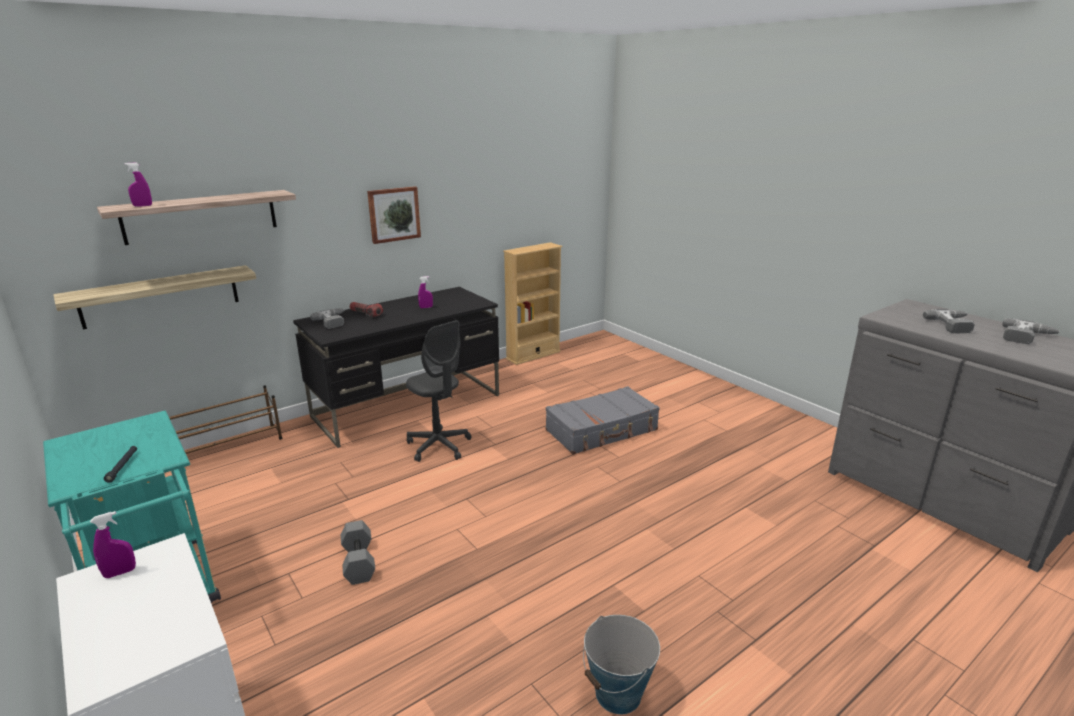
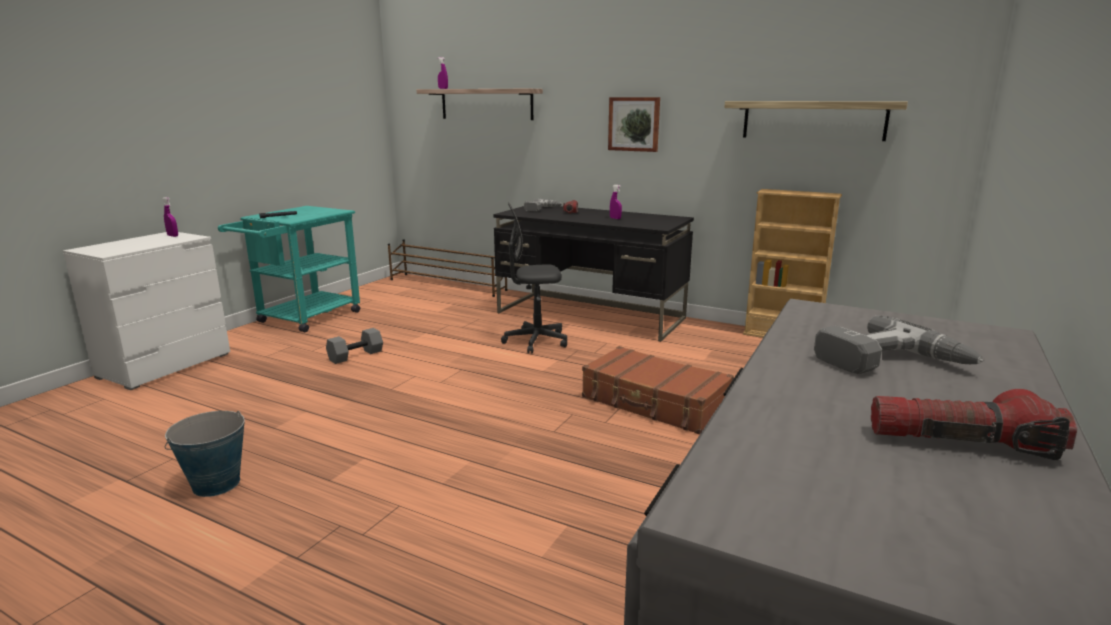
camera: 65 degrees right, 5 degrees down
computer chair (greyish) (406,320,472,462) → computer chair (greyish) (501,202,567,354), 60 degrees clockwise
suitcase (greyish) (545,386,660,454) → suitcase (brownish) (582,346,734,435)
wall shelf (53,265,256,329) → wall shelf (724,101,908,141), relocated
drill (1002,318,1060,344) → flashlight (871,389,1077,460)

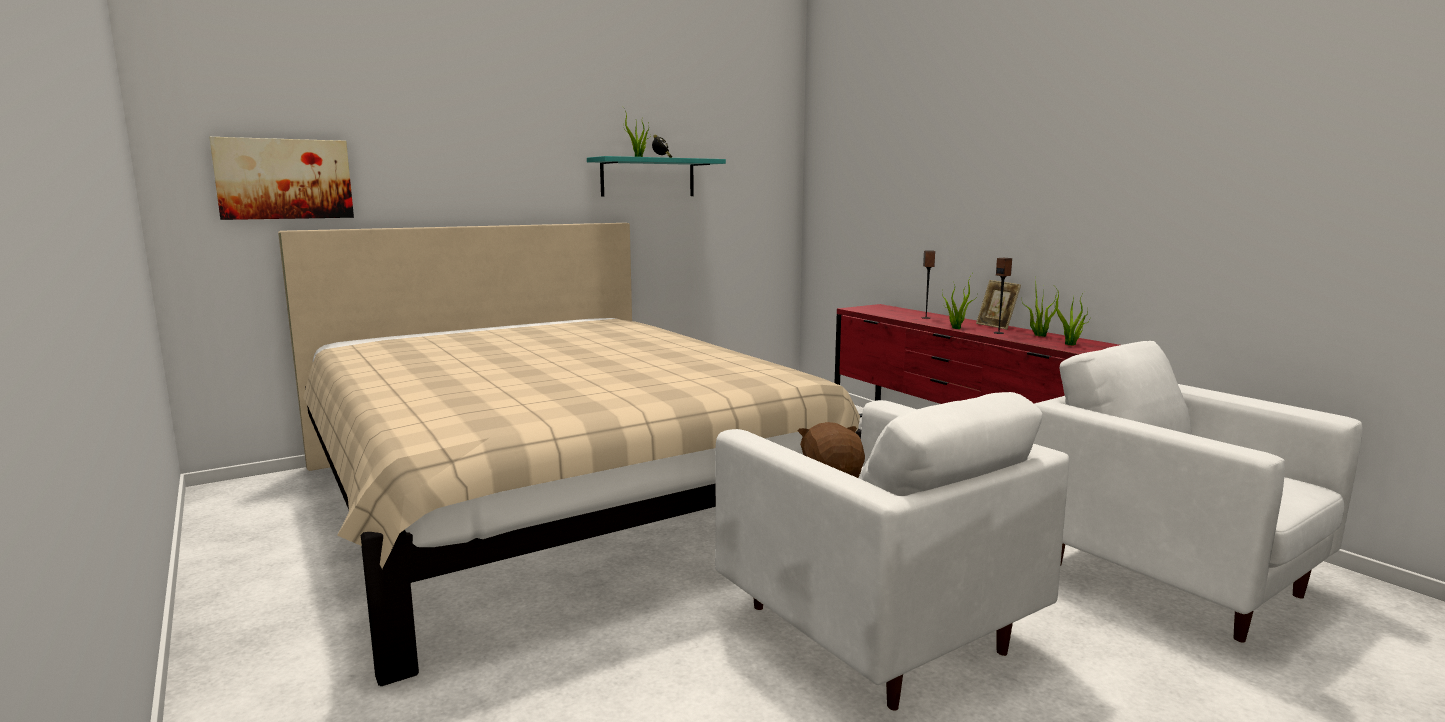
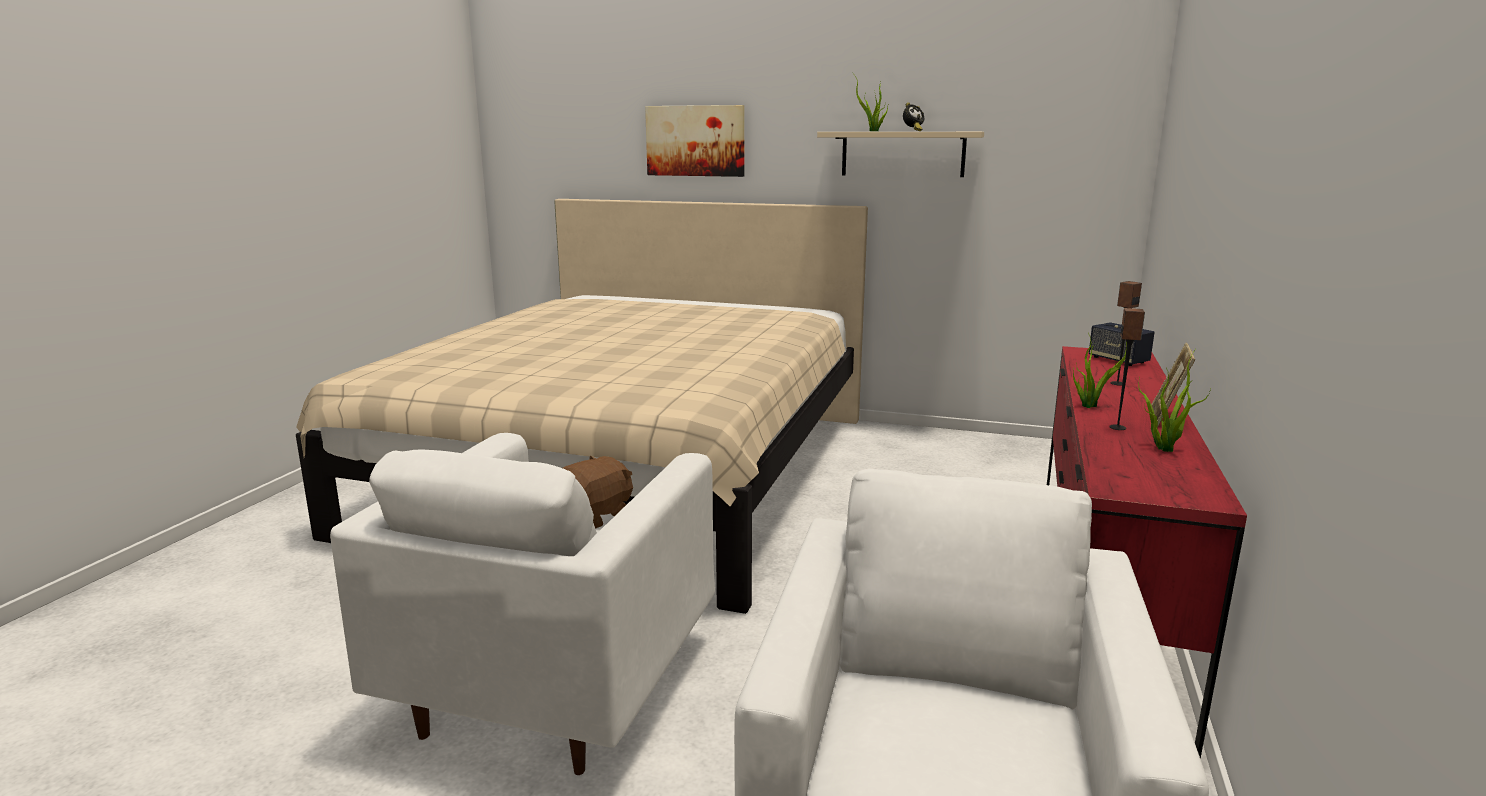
camera: 50 degrees right, 5 degrees up
wall art (209,137,354,220) → wall art (645,105,744,177), relocated
wall shelf (turquoise-coloured) (587,156,726,197) → wall shelf (sand-coloured) (817,132,984,177)
- → loudspeaker (1089,322,1155,366)
plant in a pot (1055,288,1090,345) → -

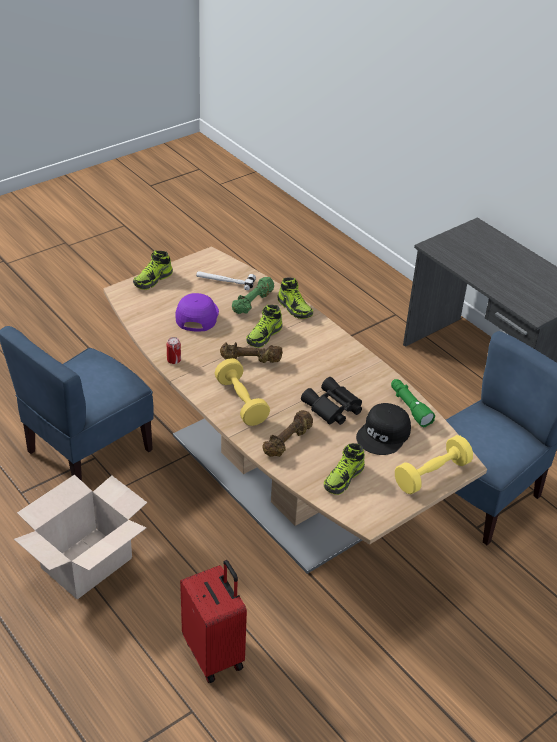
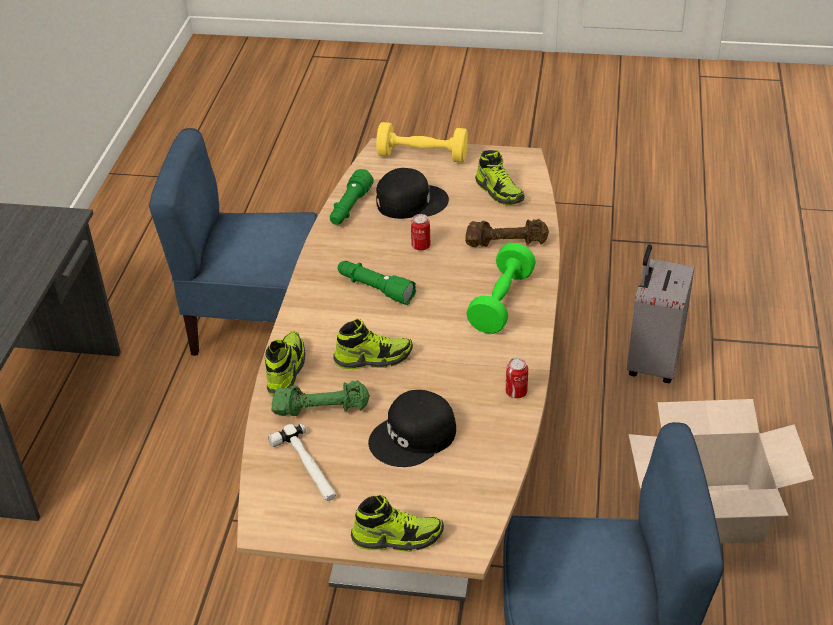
camera: 130 degrees left, 0 degrees up
- → flashlight (green-coloured) (338,261,416,305)
peaked cap (purple) (175,293,219,332) → peaked cap (black) (368,390,456,467)
field glasses (black) (301,377,362,425) → sealed can (411,214,430,251)
hand weight (yellowish) (215,358,270,426) → hand weight (green-coloured) (466,243,536,334)
item of footwear (324,443,365,495) → item of footwear (475,150,525,205), 60 degrees clockwise
suitcase (red-coloured) (180,560,247,683) → suitcase (greyish) (627,245,694,383)
hand weight (brownish) (220,342,283,363) → -

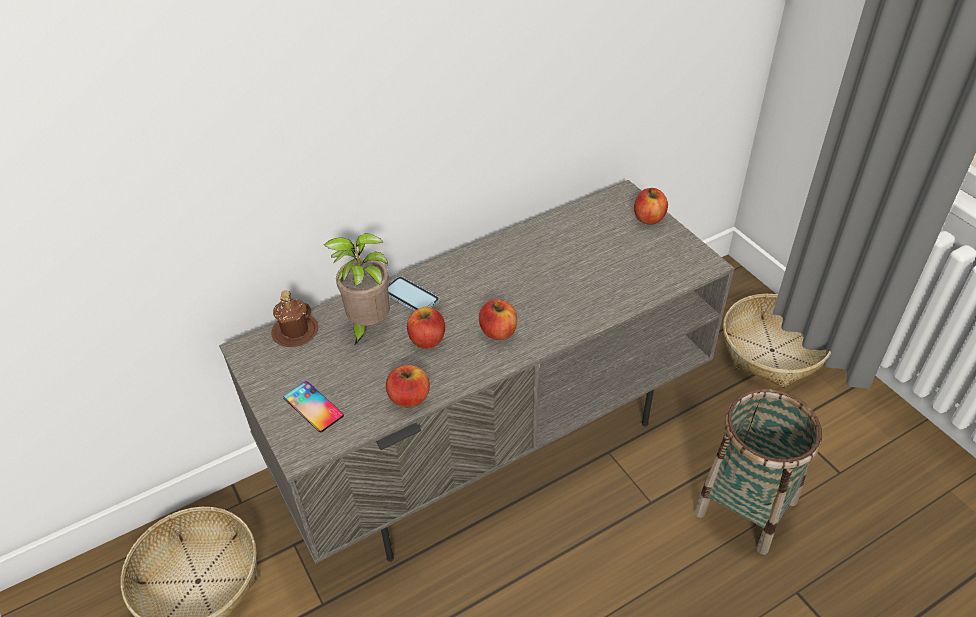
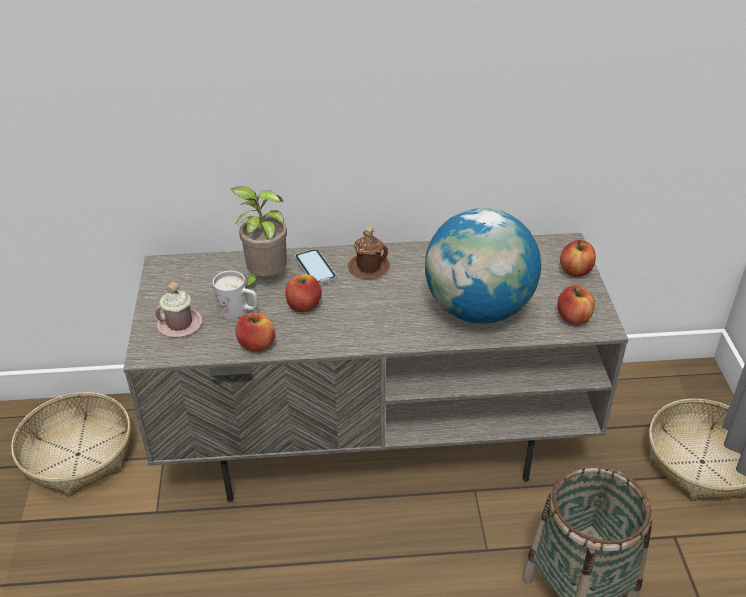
camera: 25 degrees right, 5 degrees down
handset (283,381,344,432) → coffee mug (pinkish) (155,282,202,337)
- → coffee mug (white-coloured) (213,271,258,319)
coffee mug (brownish) (271,290,318,347) → coffee mug (brownish) (348,226,390,279), relocated
- → desk globe (425,208,541,324)
apple fruit (479,299,517,340) → apple fruit (558,285,595,325), relocated

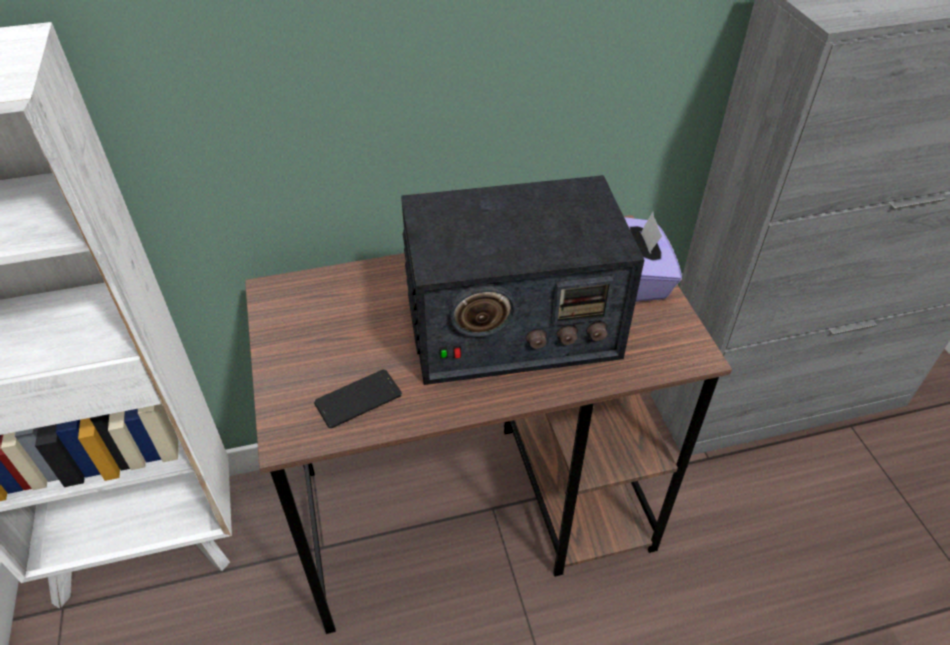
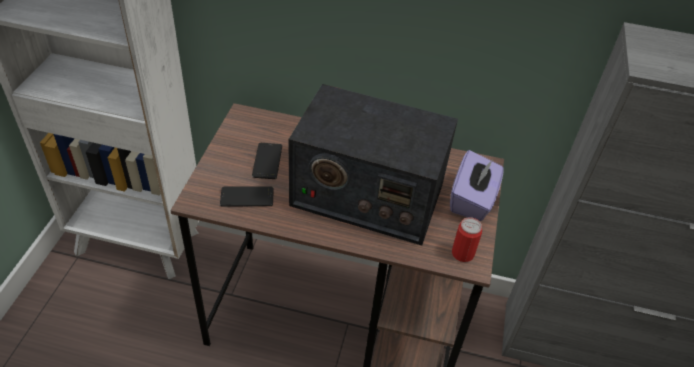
camera: 25 degrees right, 0 degrees up
- → handset (252,143,282,179)
- → sealed can (452,217,482,262)

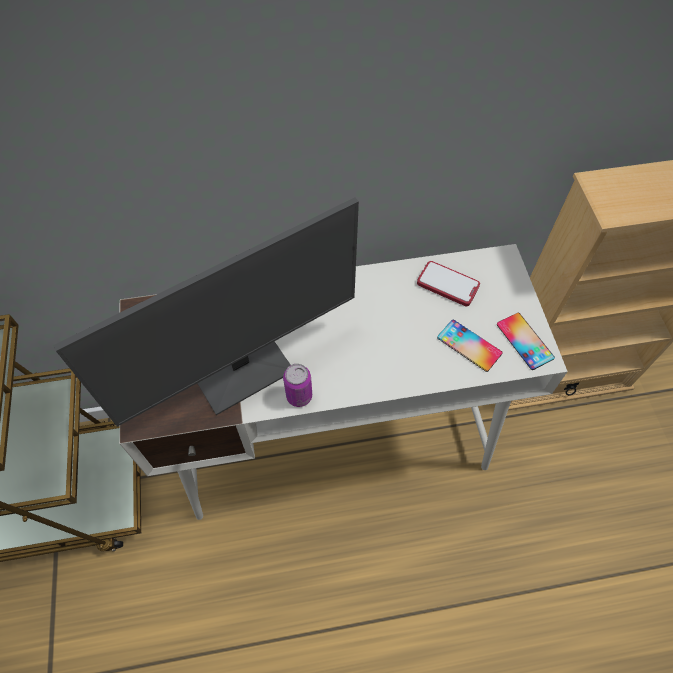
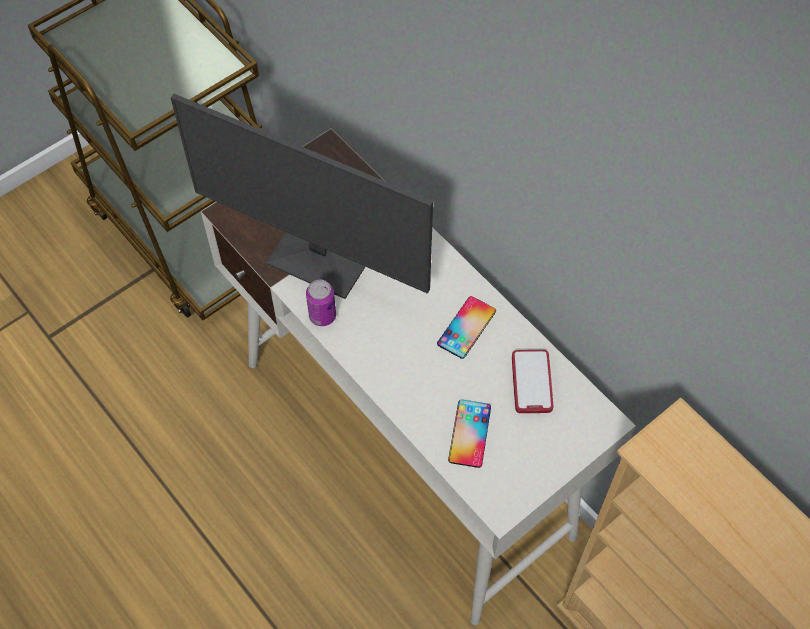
camera: 60 degrees right, 0 degrees up
handset (497,313,555,370) → handset (437,296,496,359), relocated

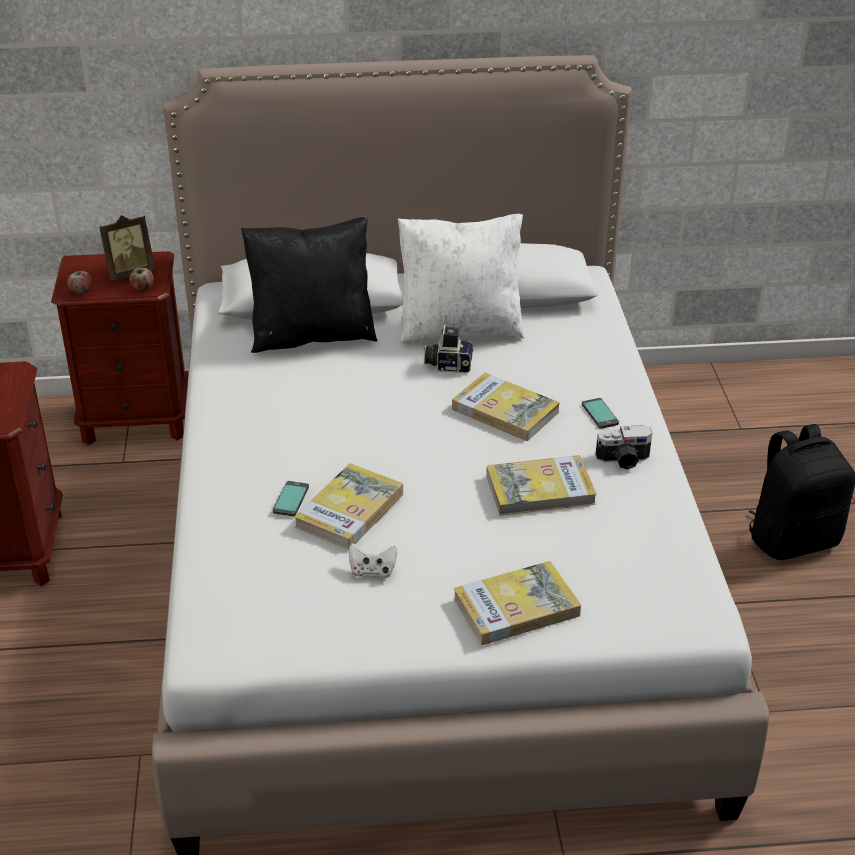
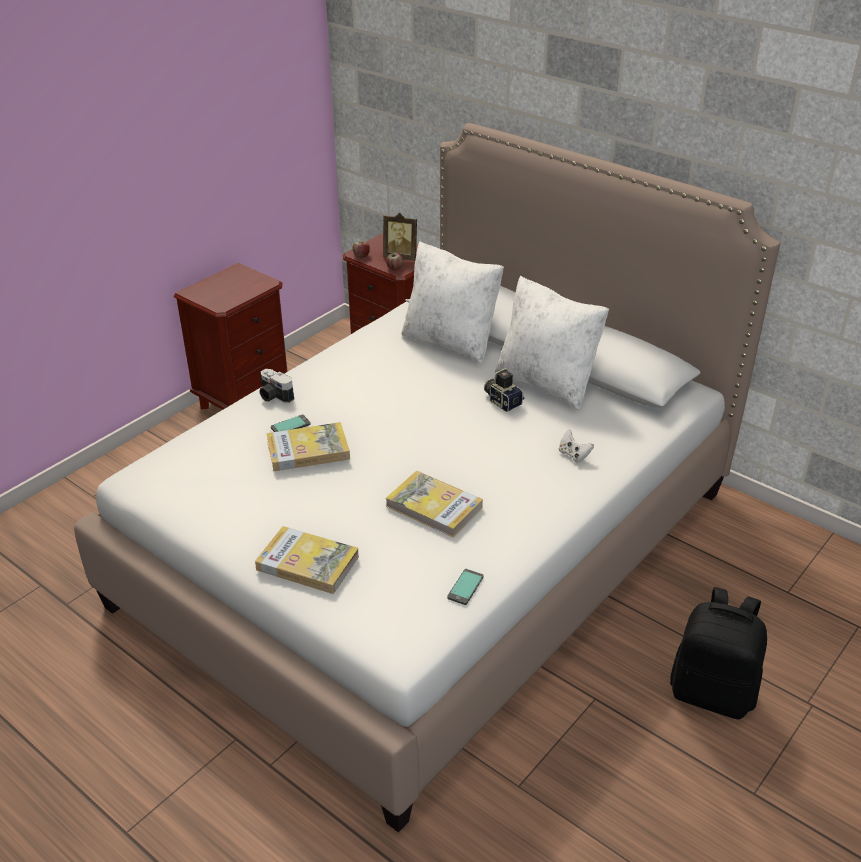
camera: 45 degrees right, 0 degrees up
photo camera (596,425,652,469) → photo camera (259,369,294,403), relocated
pillow (black) (241,217,378,353) → pillow (white-coloured) (401,241,504,364)
handset (582,398,619,429) → handset (447,569,484,605), relocated
joypad (white-coloured) (349,543,397,578) → joypad (white-coloured) (559,430,594,463), relocated
bound book (452,373,560,441) → -

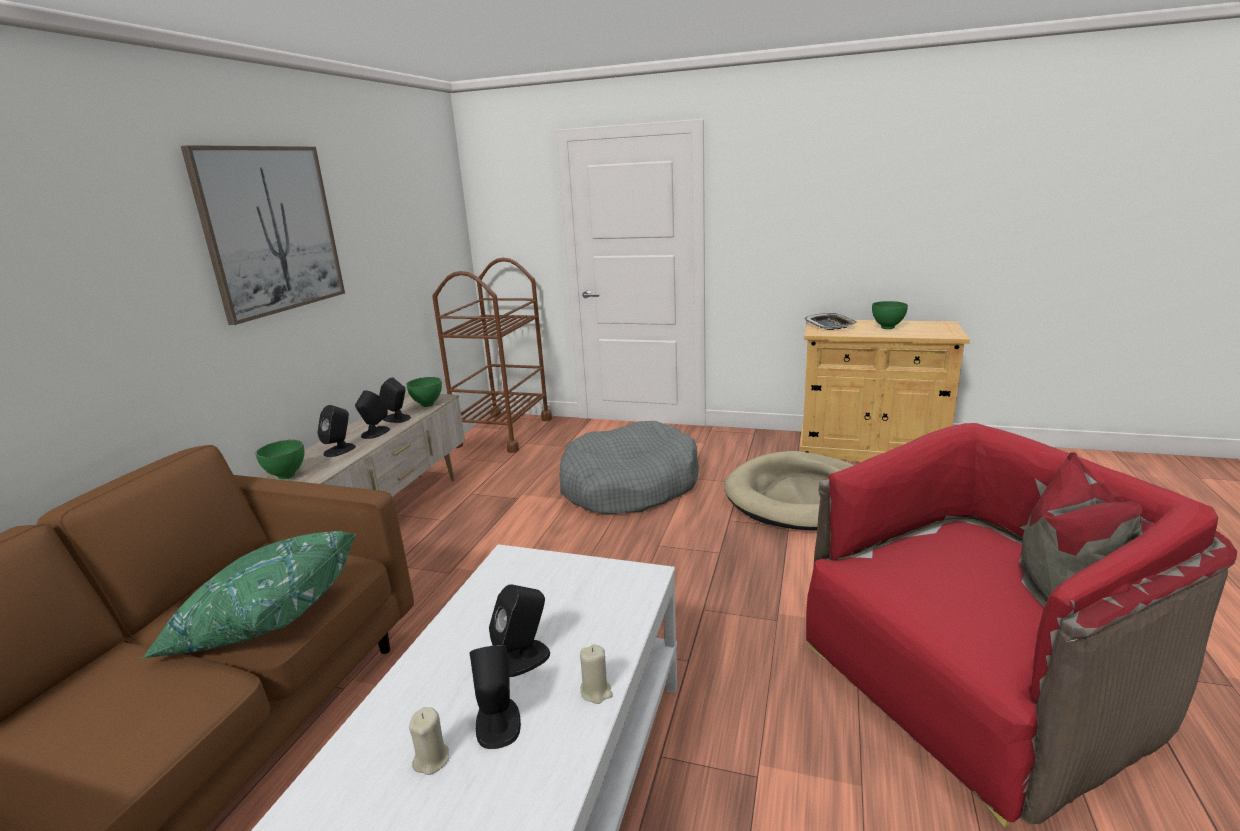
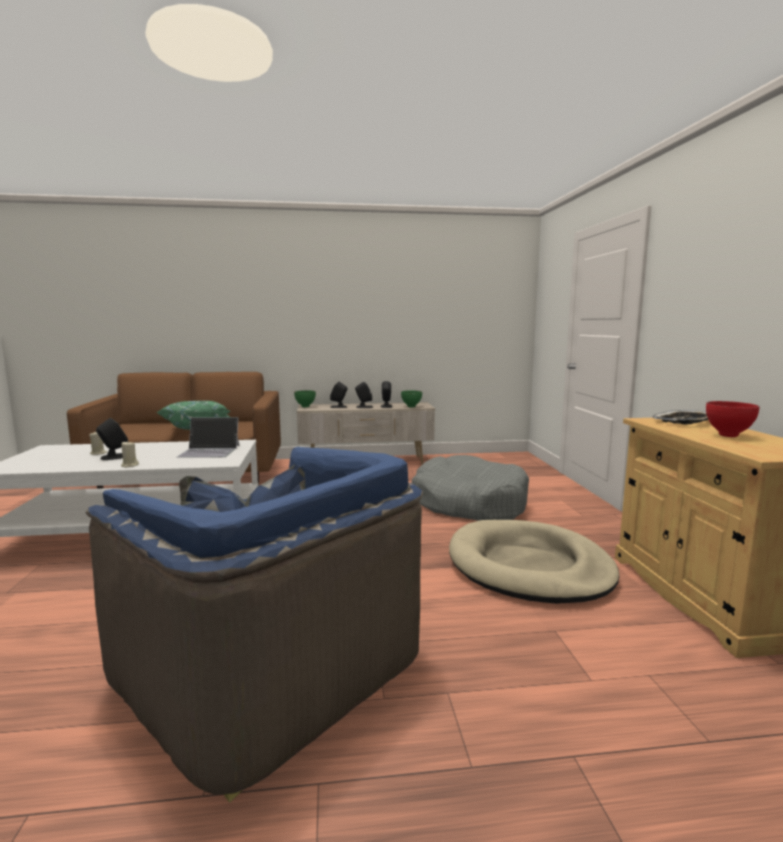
camera: 65 degrees right, 10 degrees down
armchair (red-coloured) (806,423,1237,827) → armchair (bluish) (85,447,423,803)
- → portable computer (177,417,239,458)
serving bowl (green-coloured) (872,301,908,329) → serving bowl (red-coloured) (706,401,760,437)
wall art (181,145,345,325) → -
trolley (brownish) (432,258,552,453) → -
loudspeaker (black) (489,584,550,677) → -

